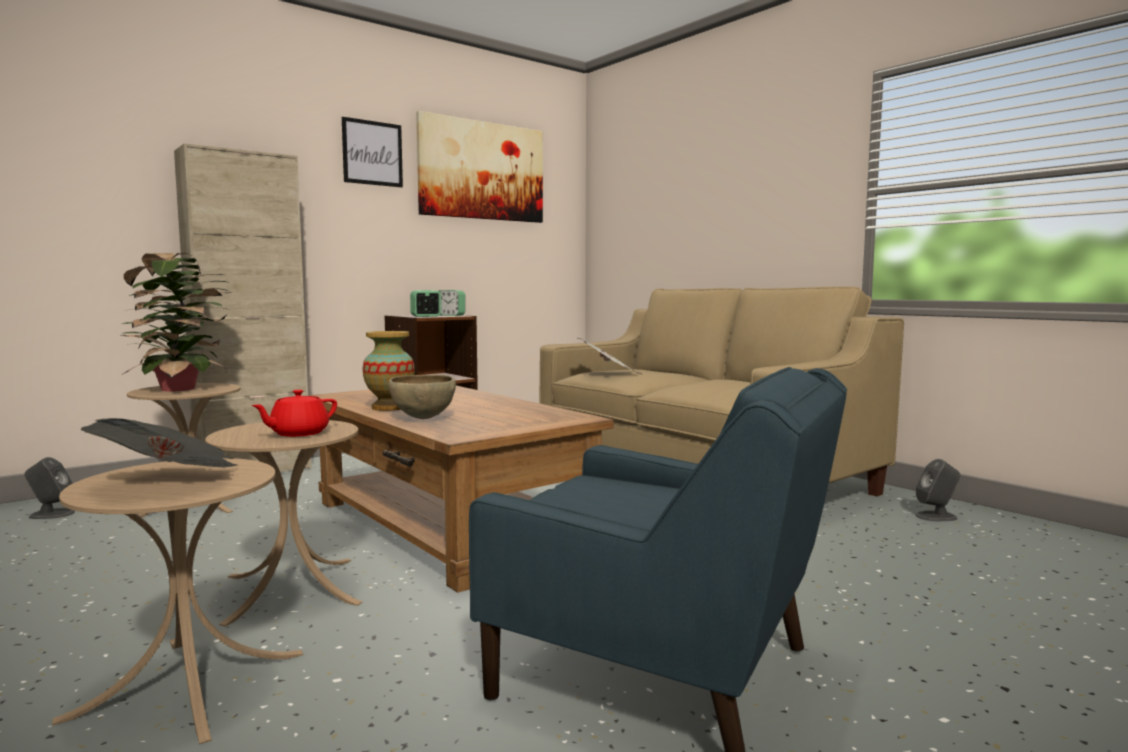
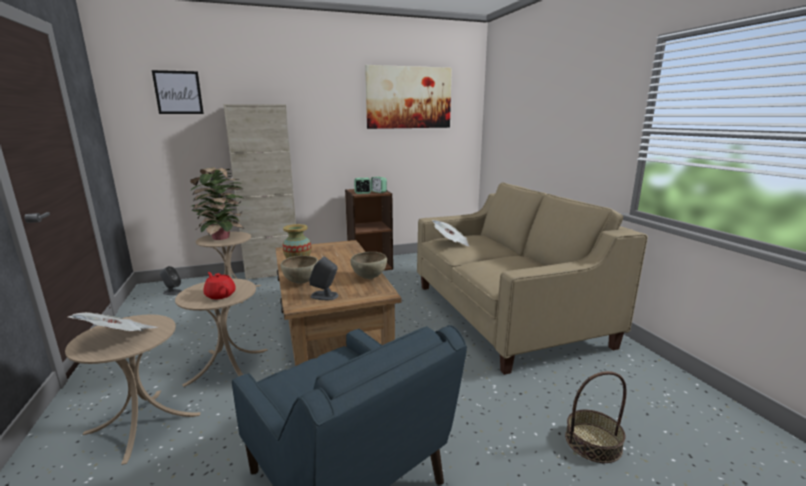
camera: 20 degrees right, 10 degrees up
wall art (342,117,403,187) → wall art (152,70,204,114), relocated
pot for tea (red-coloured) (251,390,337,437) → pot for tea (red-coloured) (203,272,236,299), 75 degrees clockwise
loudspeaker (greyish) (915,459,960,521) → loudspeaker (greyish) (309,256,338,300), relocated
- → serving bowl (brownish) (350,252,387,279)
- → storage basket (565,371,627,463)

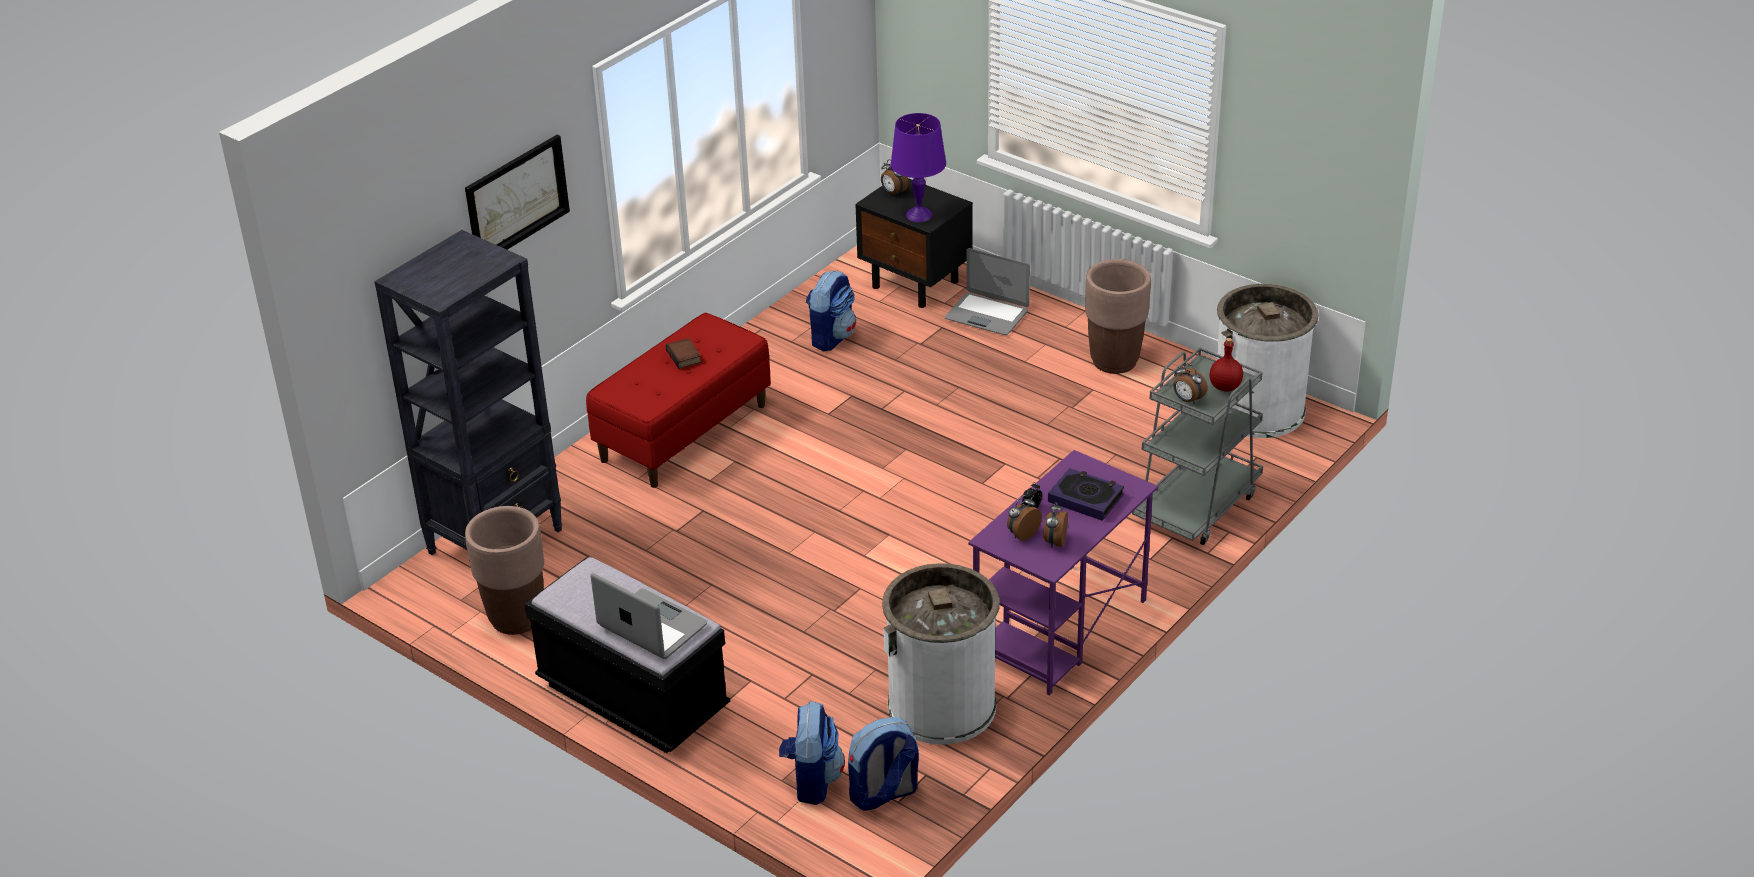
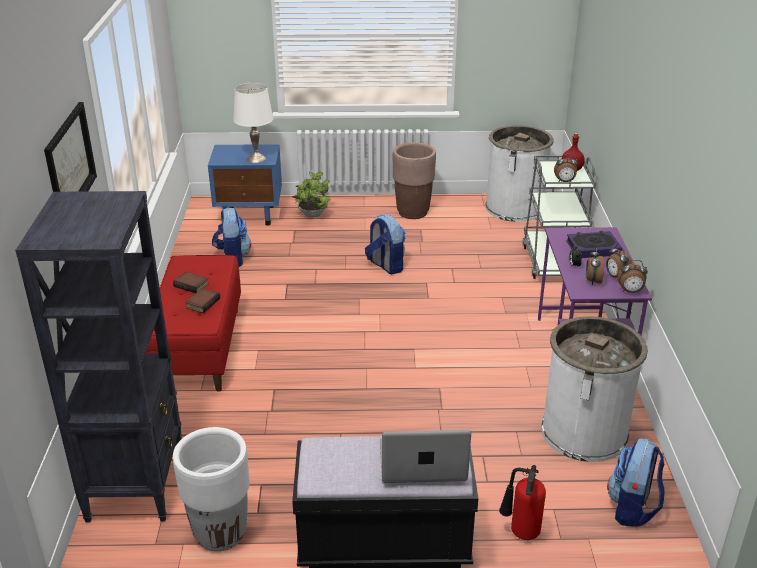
camera: 40 degrees left, 5 degrees down
planter (brownish) (465,506,544,635) → planter (white-coloured) (173,427,250,551)
- → bound book (185,288,220,313)
night table (black) (855,178,973,308) → night table (bluish) (208,144,282,226)
table lamp (purple) (891,113,946,222) → table lamp (white-coloured) (233,83,273,163)
portable computer (945,248,1030,335) → plant in a pot (293,172,331,217)
knapsack (779,702,845,805) → knapsack (365,214,405,274), relocated
- → fire extinguisher (499,465,546,540)
alarm clock (881,159,909,196) → alarm clock (617,260,648,293), relocated

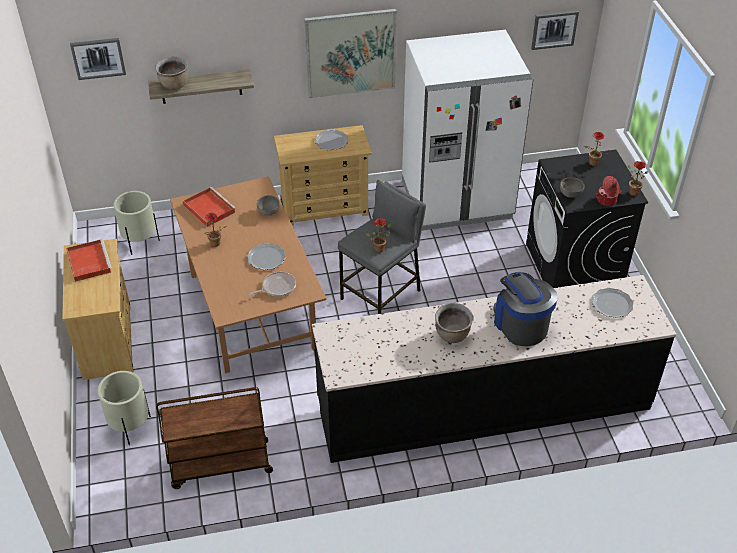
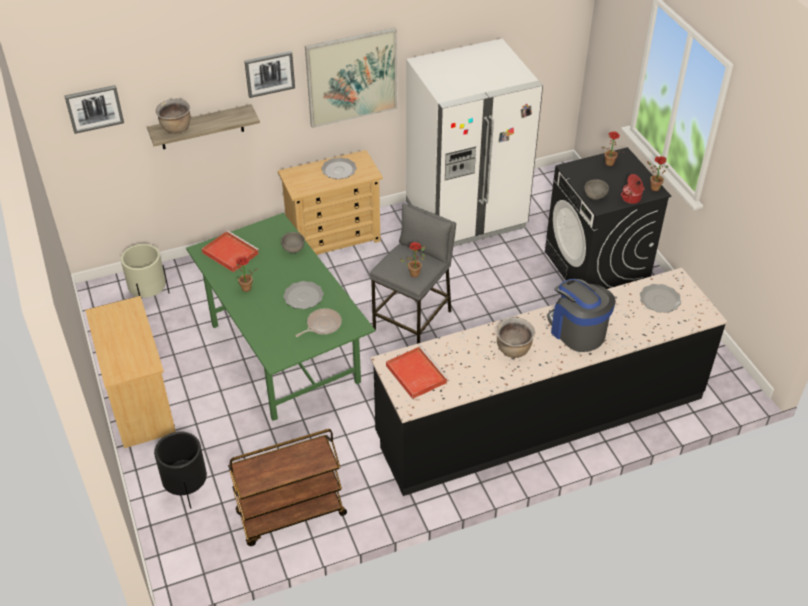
camera: 10 degrees left, 0 degrees up
planter (sand-coloured) (98,371,151,445) → planter (black) (154,431,207,509)
kitchen table (brownish) (170,176,327,373) → kitchen table (green-coloured) (186,213,375,421)
wall art (531,11,579,50) → wall art (244,51,295,98), relocated
carrying tray (red-coloured) (66,239,112,282) → carrying tray (red-coloured) (386,346,448,399), relocated

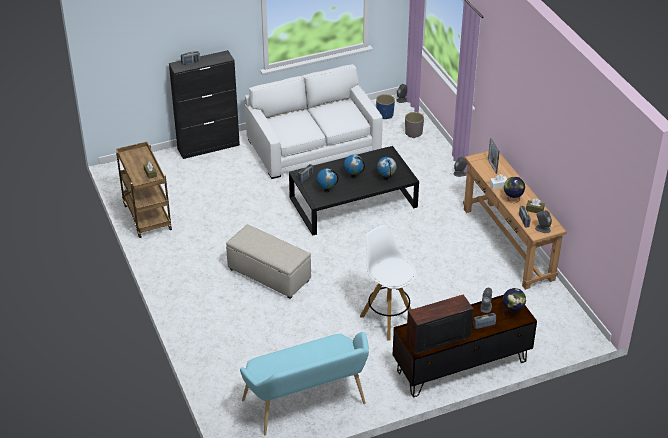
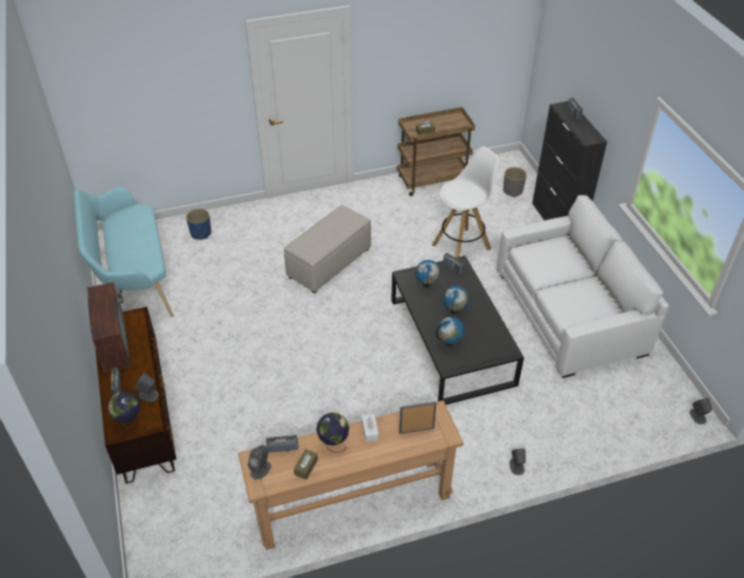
camera: 95 degrees right, 5 degrees up
planter (bluish) (376,94,395,119) → planter (bluish) (186,209,211,240), relocated
stool (white-coloured) (360,225,416,341) → stool (white-coloured) (432,147,499,258), relocated
planter (greyish) (405,112,424,138) → planter (greyish) (503,167,527,197), relocated

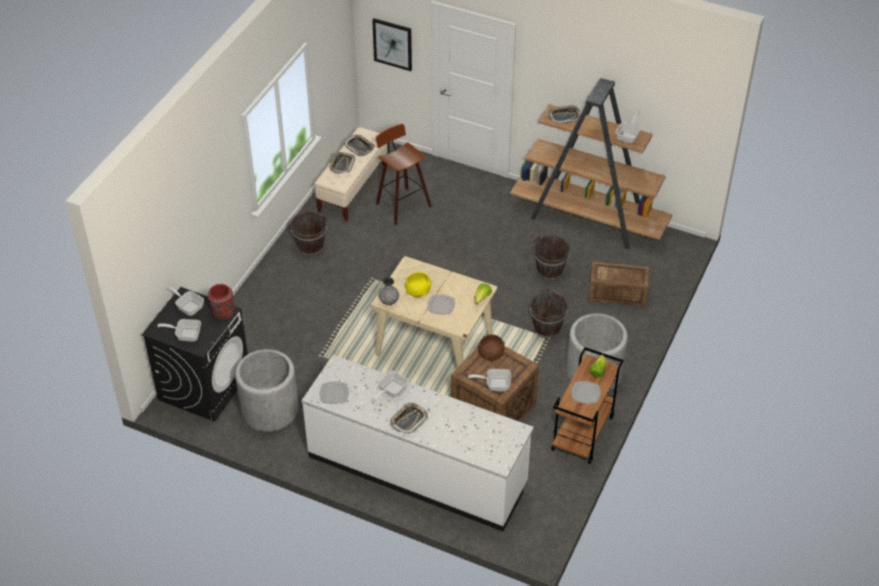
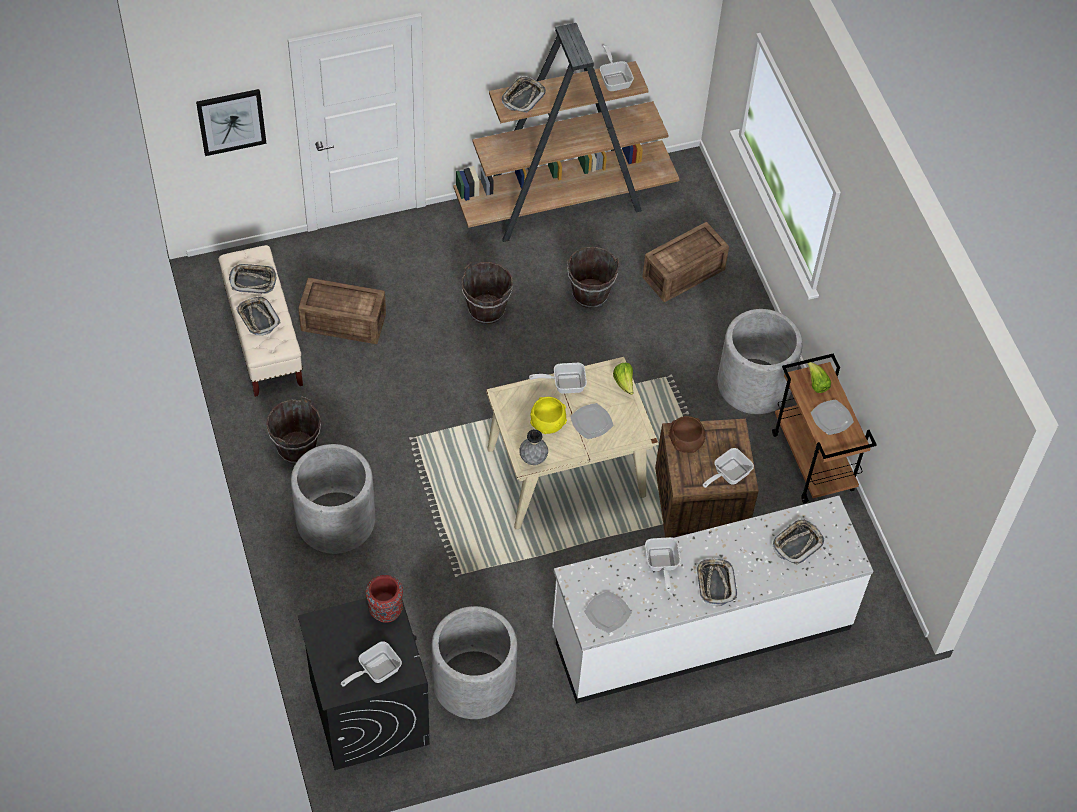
camera: 45 degrees left, 10 degrees up
- → planter (greyish) (291,444,375,554)
stool (376,124,431,225) → crate (298,278,386,344)
bucket (brownish) (530,288,568,338) → bucket (brownish) (462,262,513,324), relocated
pan (167,287,204,316) → pan (529,363,587,394), relocated
- → carrying tray (773,518,824,565)

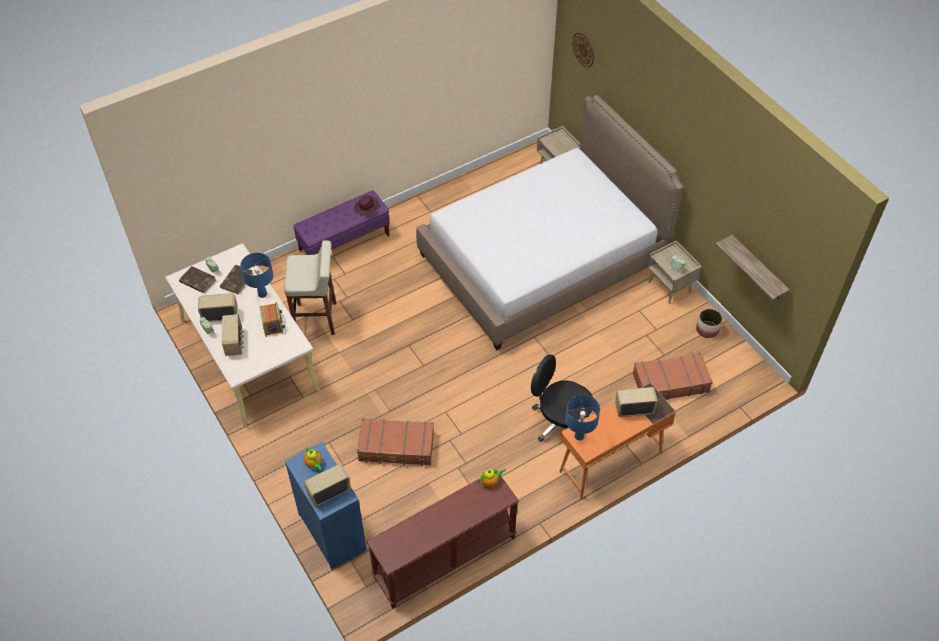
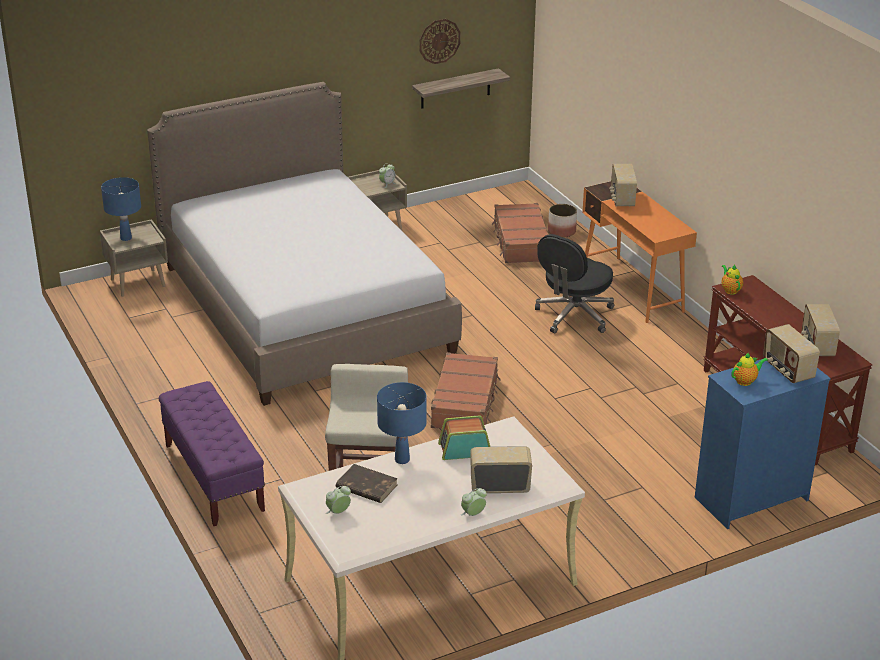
camera: 85 degrees left, 20 degrees down
table lamp (bluish) (565,395,600,440) → table lamp (bluish) (101,177,141,241), relocated
hanging clock (572,32,594,68) → hanging clock (419,19,461,64), relocated
suitcase (brownish) (357,418,434,466) → suitcase (brownish) (431,352,501,429), relocated
planter (696,309,722,338) → planter (548,204,577,238), relocated
radio set (198,293,238,322) → radio set (801,304,840,356), relocated
bound book (brownish) (179,266,216,293) → -
hat (purple) (354,196,379,216) → -

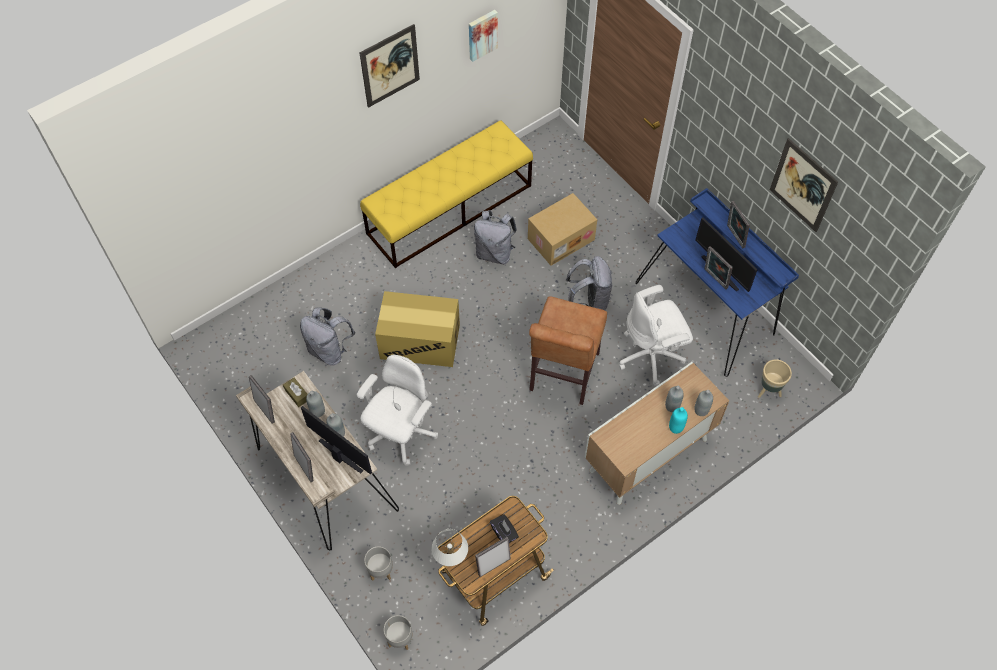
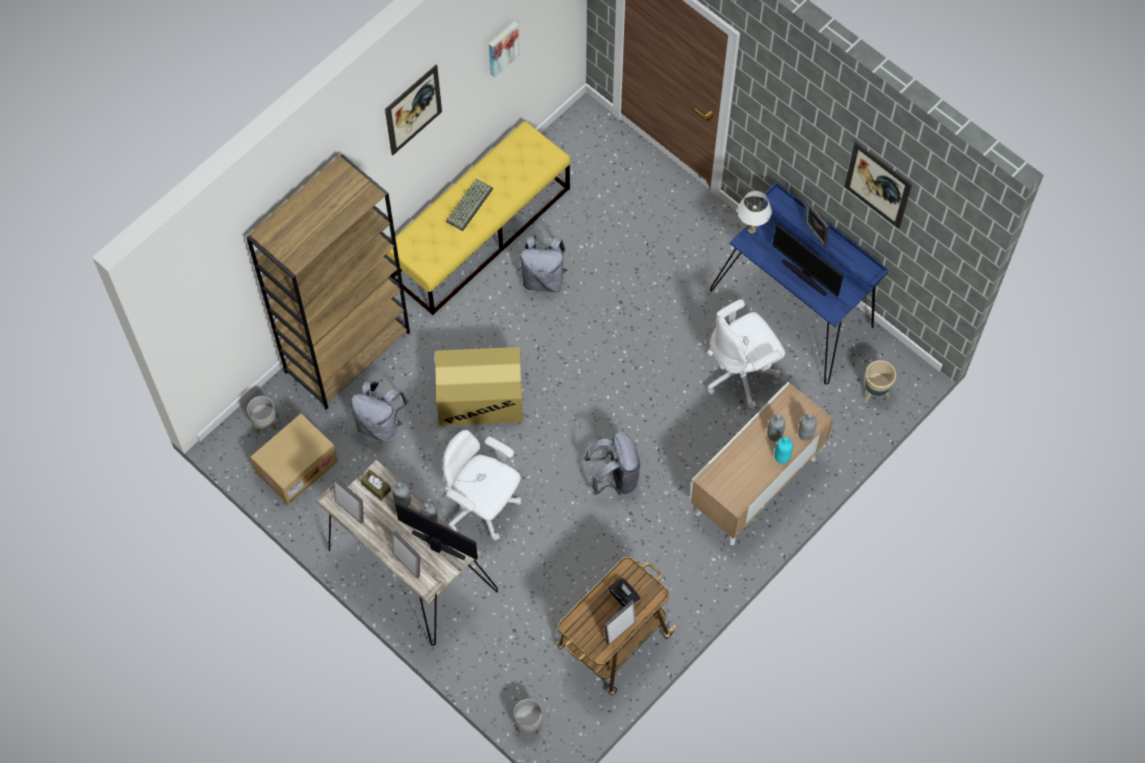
camera: 10 degrees left, 5 degrees up
- → bookshelf (brownish) (246,154,410,410)
planter (greyish) (364,546,393,581) → planter (greyish) (247,396,277,434), relocated
cardboard box (528,193,597,266) → cardboard box (251,413,338,505), relocated
computer chair (white-coloured) (357,355,438,466) → computer chair (white-coloured) (442,430,521,540), 75 degrees counterclockwise
- → computer keyboard (446,179,493,231)
knapsack (greyish) (566,256,612,310) → knapsack (greyish) (584,432,640,495), relocated
table lamp (white-coloured) (431,529,468,567) → table lamp (white-coloured) (737,191,772,233), relocated
plain chair (brownish) (529,296,607,405) → -
standing frame (704,246,733,289) → -

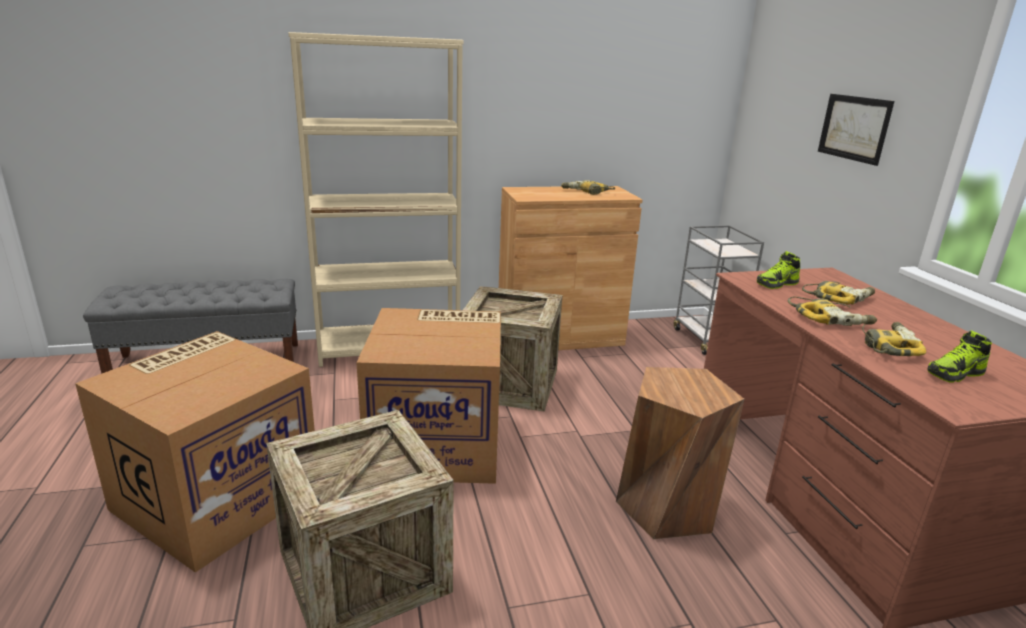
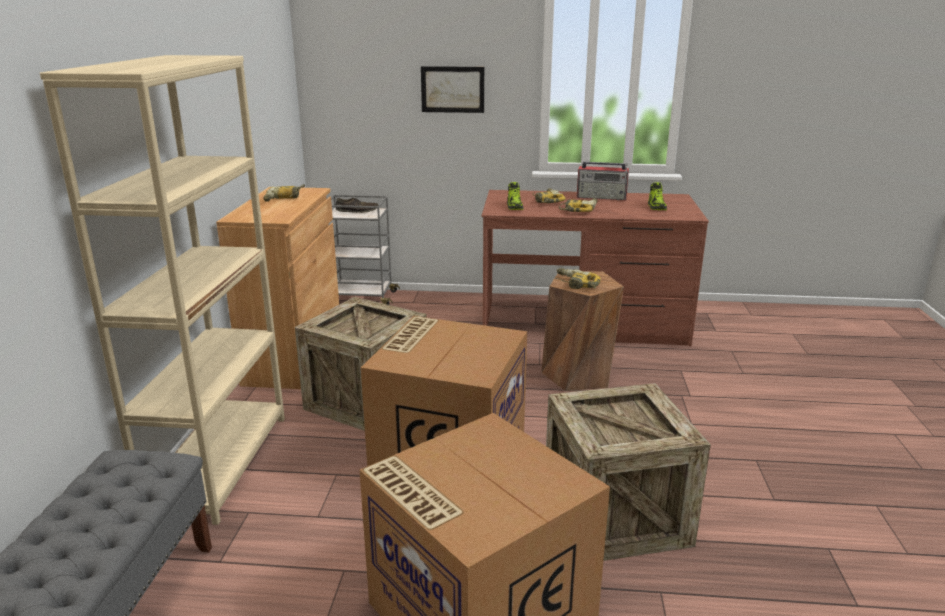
camera: 70 degrees left, 0 degrees up
- → item of footwear (brownish) (336,198,378,213)
drill (862,322,926,356) → drill (555,268,601,289), relocated
- → radio set (577,162,629,200)

